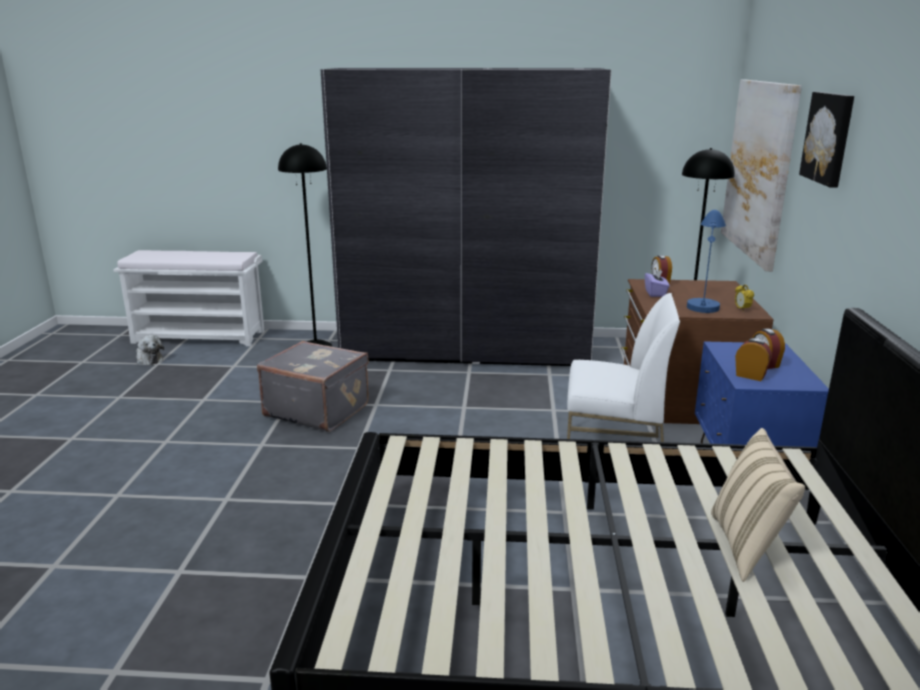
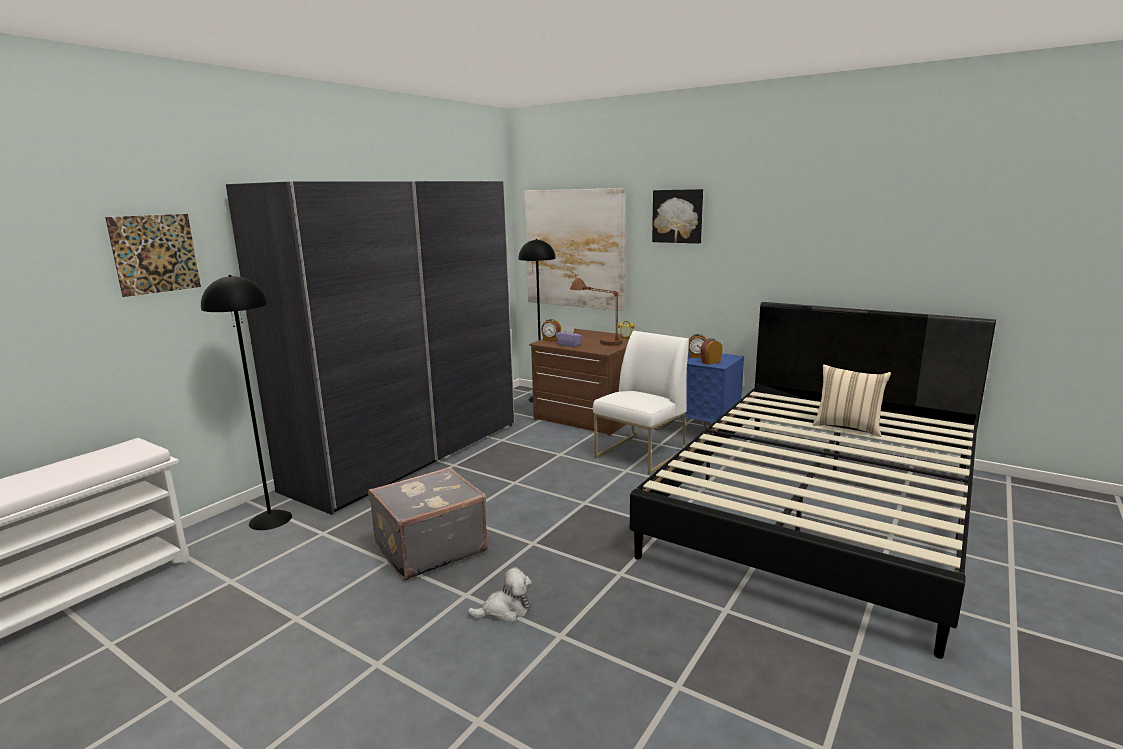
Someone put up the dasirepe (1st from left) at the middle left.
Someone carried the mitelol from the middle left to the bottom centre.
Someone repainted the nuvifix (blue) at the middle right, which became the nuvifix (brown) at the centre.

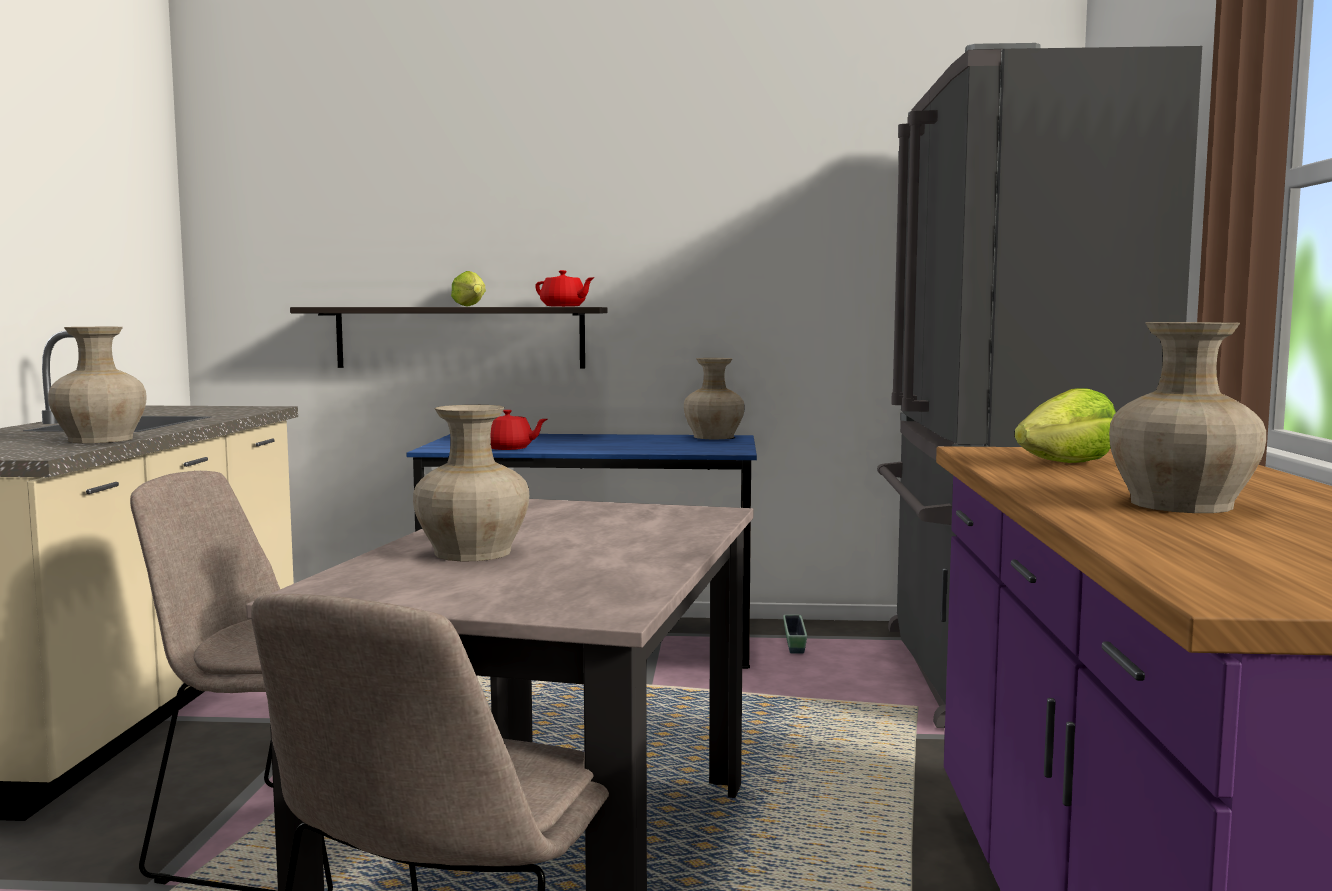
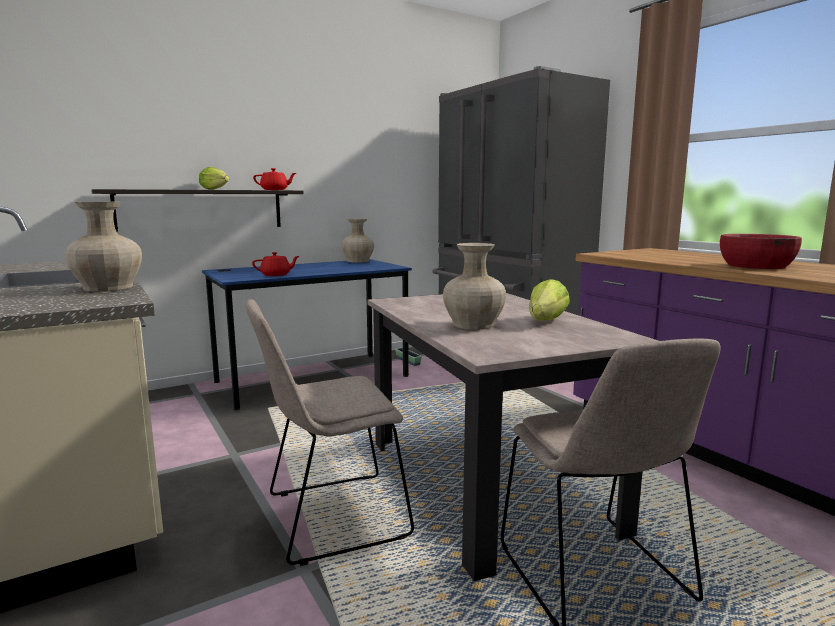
Someone carried the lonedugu (2nd from left) from the middle right to the centre.
Someone swapped the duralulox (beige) (4th from left) at the middle right for the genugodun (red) at the middle right.

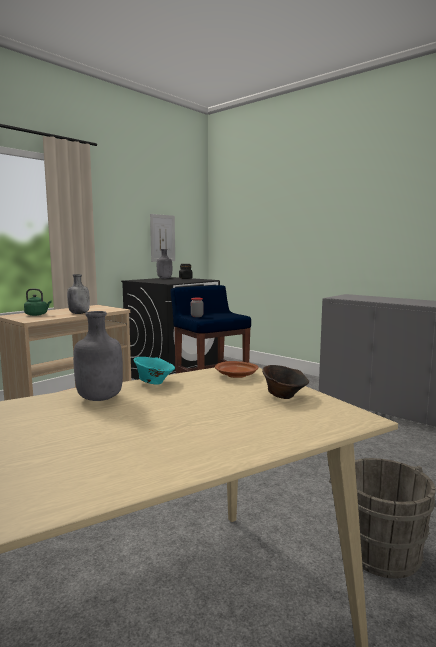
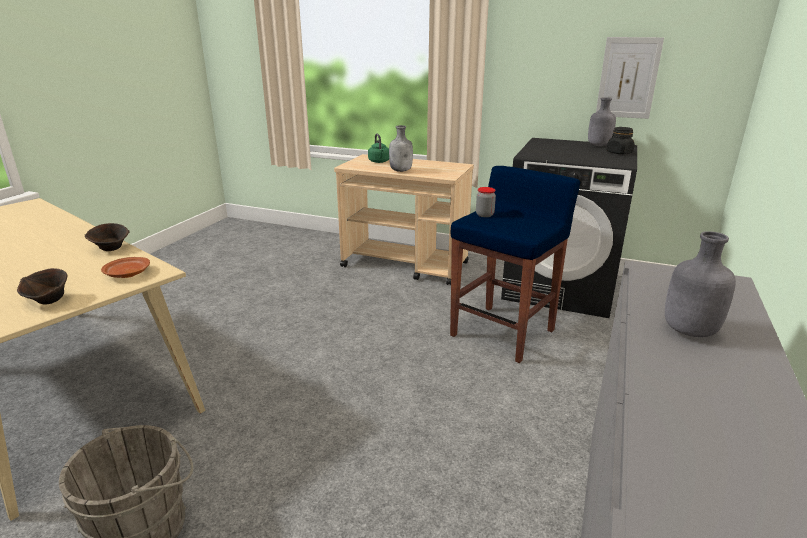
Someone repainted the genugodun (turquoise) at the centre, which became the genugodun (brown) (2nd from left) at the middle left.
Someone carried the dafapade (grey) (2nd from left in the first image) from the middle left to the middle right.

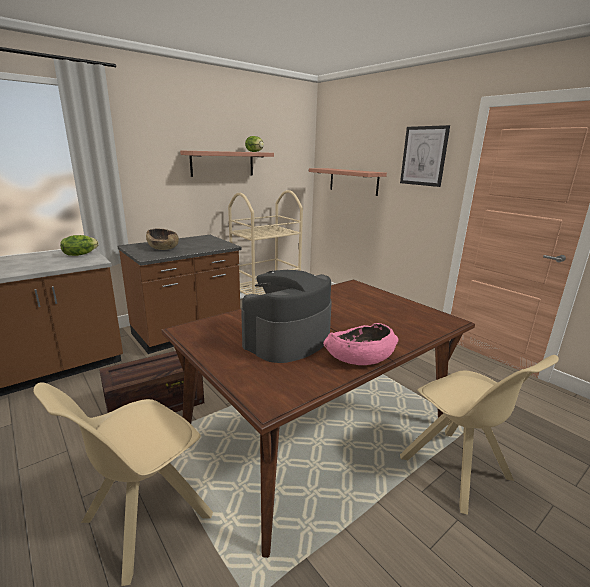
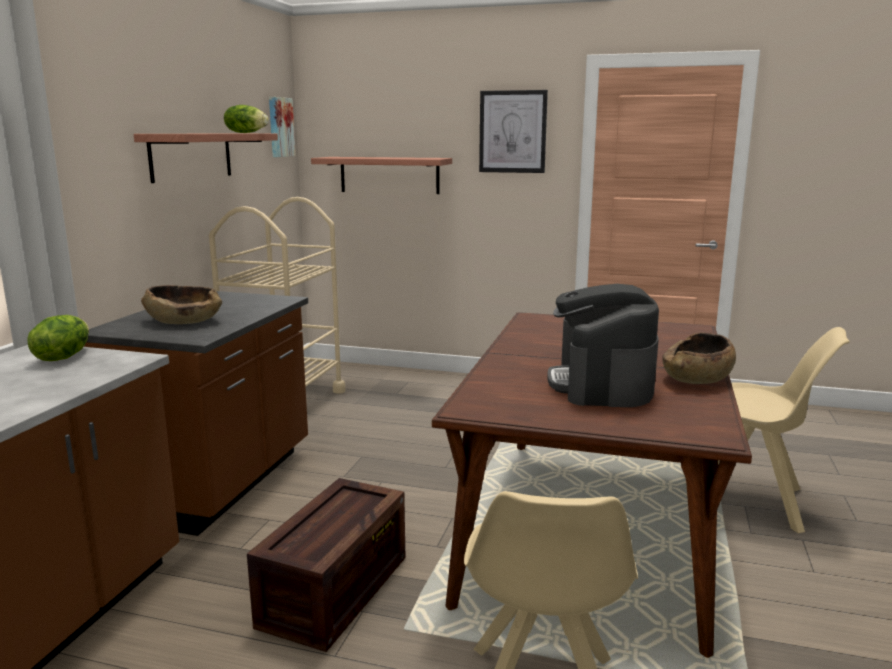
Someone put up the dasirepe (1st from left) at the top left.
Someone repainted the genugodun (pink) at the centre, which became the genugodun (brown) (2nd from left) at the middle right.

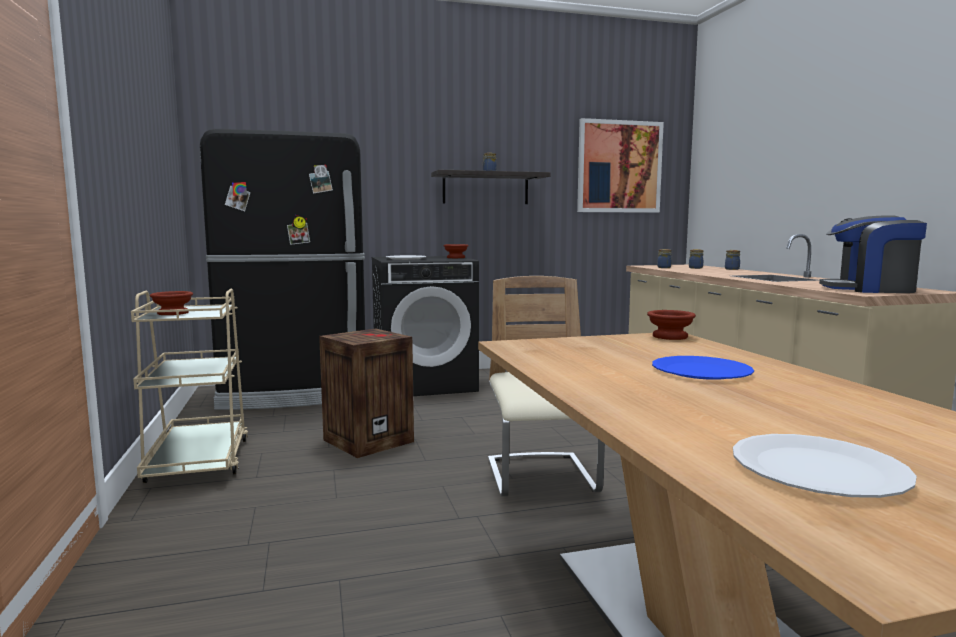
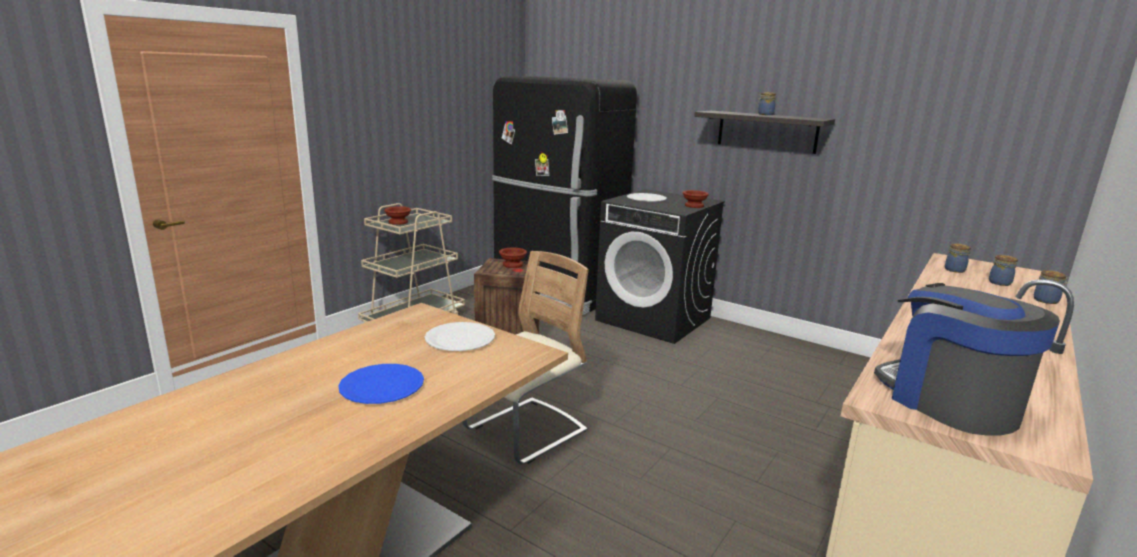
Someone carried the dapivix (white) (2nd from left in the first image) from the bottom right to the centre.
Someone carried the genugodun (brown) (3rd from left in the first image) from the middle right to the centre.
Someone took away the dasirepe at the top centre.

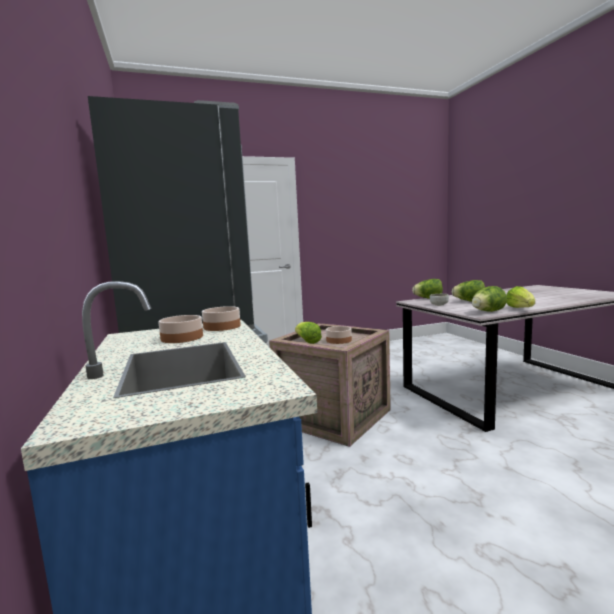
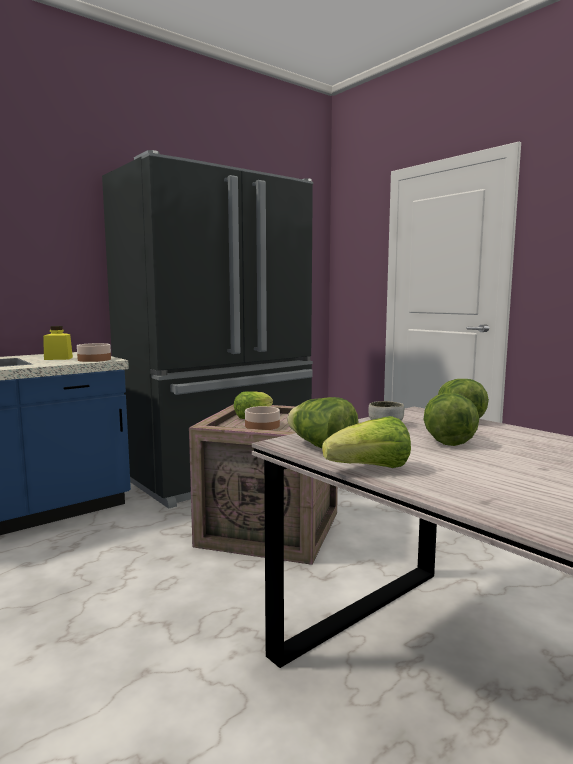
Someone swapped the genugodun (1st from left) at the middle left for the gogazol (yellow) at the middle left.

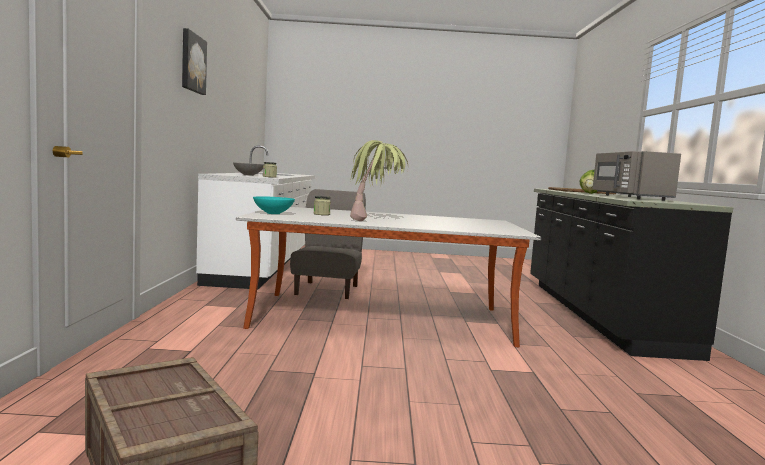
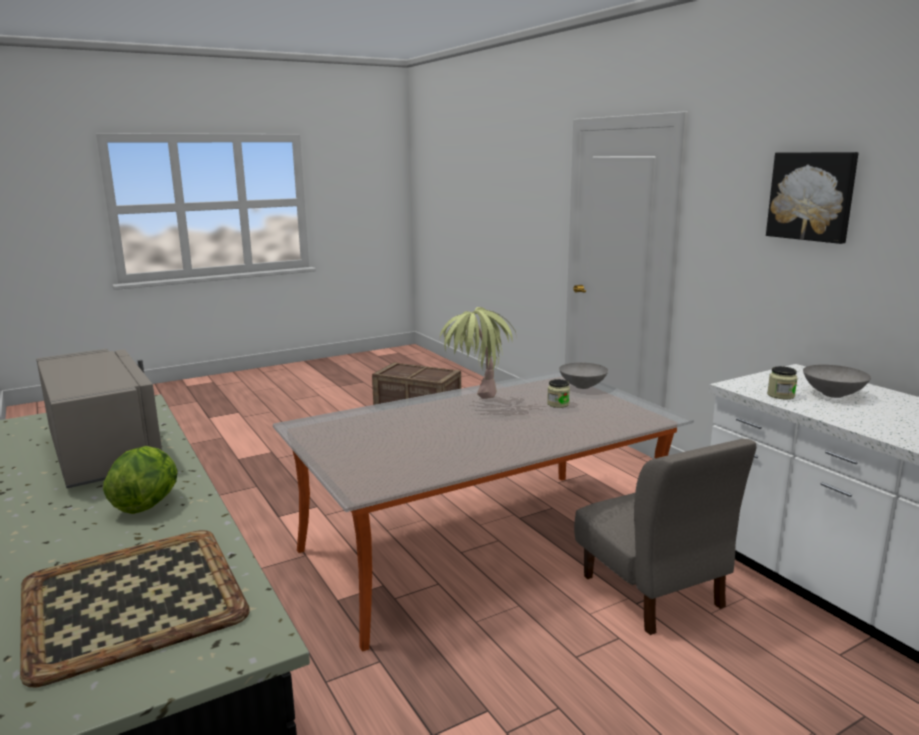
Someone repainted the genugodun (turquoise) at the centre, which became the genugodun (grey) (1st from left) at the centre.

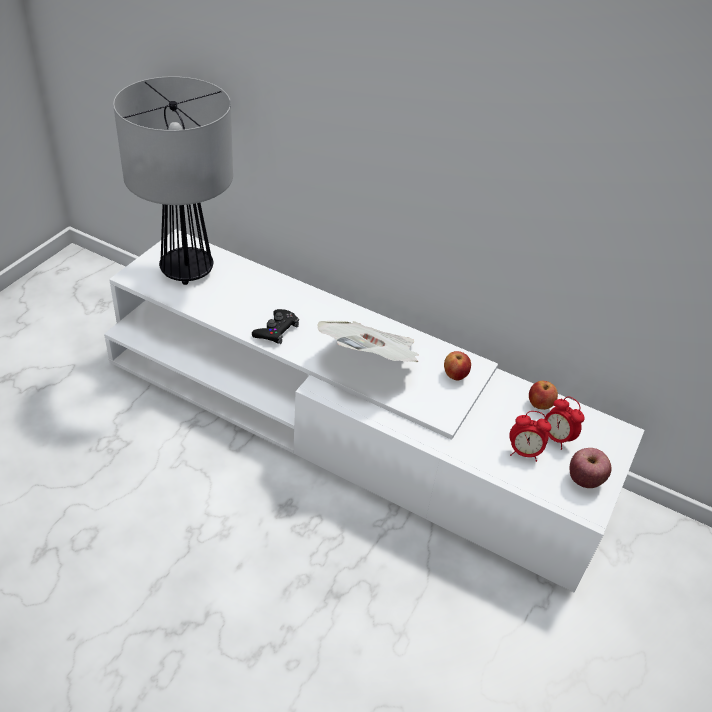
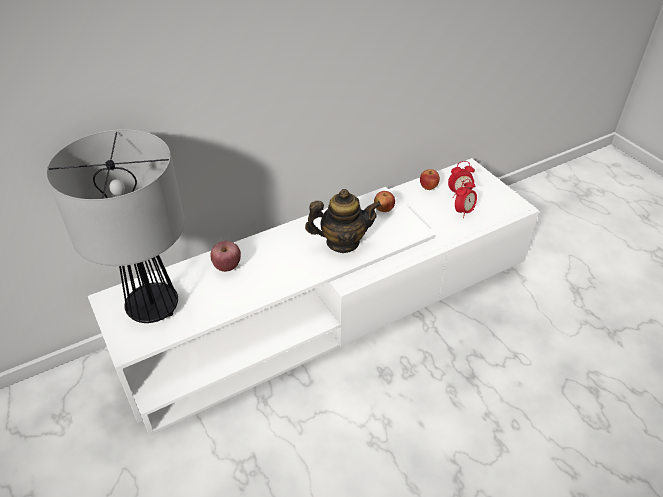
Someone carried the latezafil (3rd from left in the first image) from the middle right to the centre.
Someone swapped the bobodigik at the centre for the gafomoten at the centre.
Someone took away the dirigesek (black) at the centre.

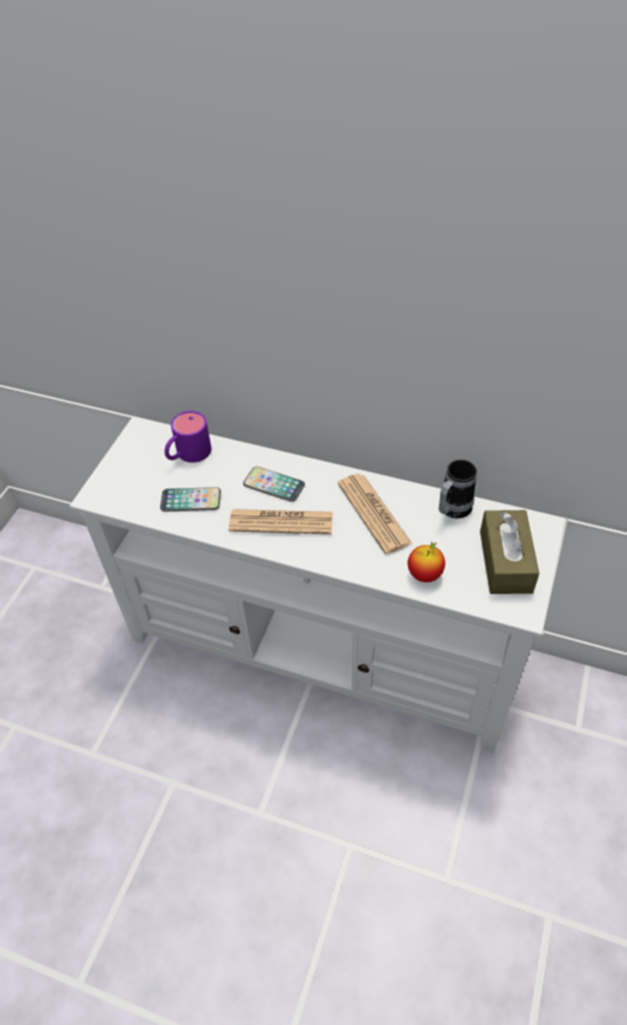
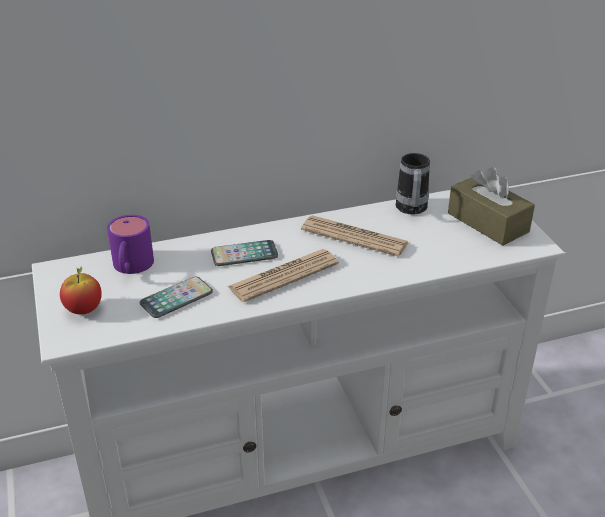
Someone carried the latezafil from the middle right to the middle left.

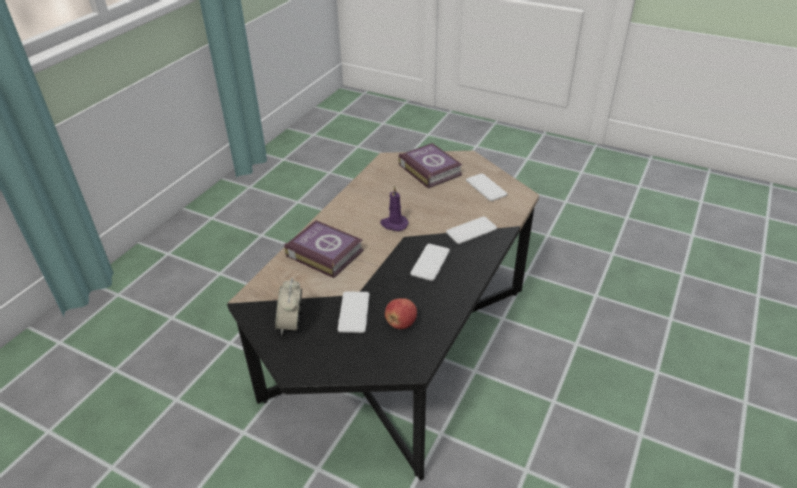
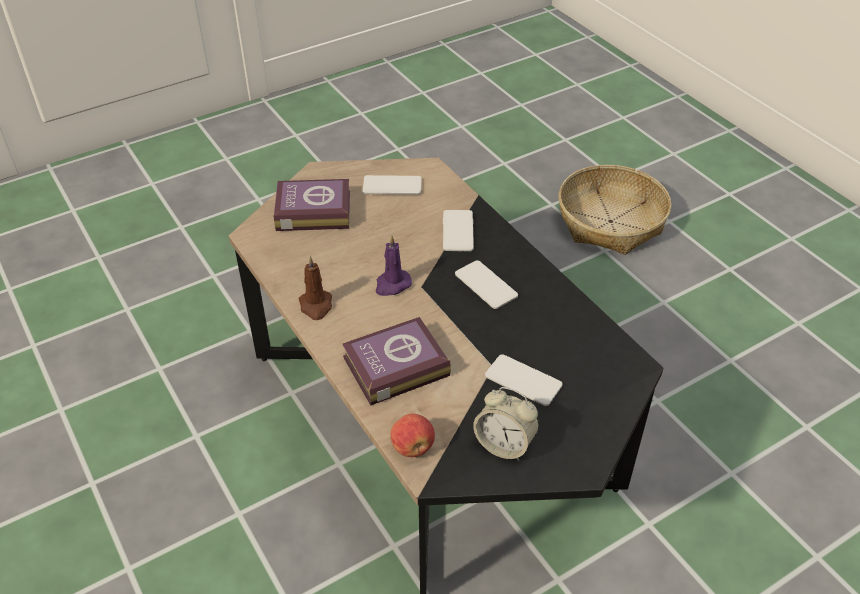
Someone put down the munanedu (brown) at the centre.
Someone carried the latezafil from the centre to the bottom centre.
Someone put down the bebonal at the middle right.

